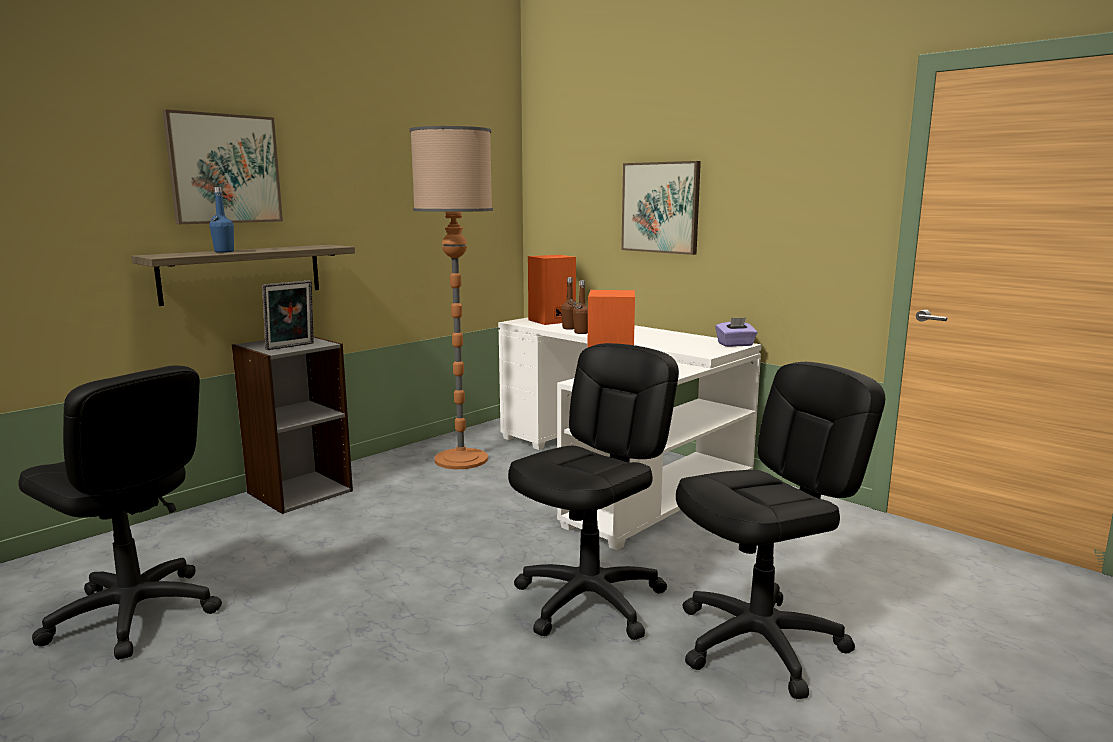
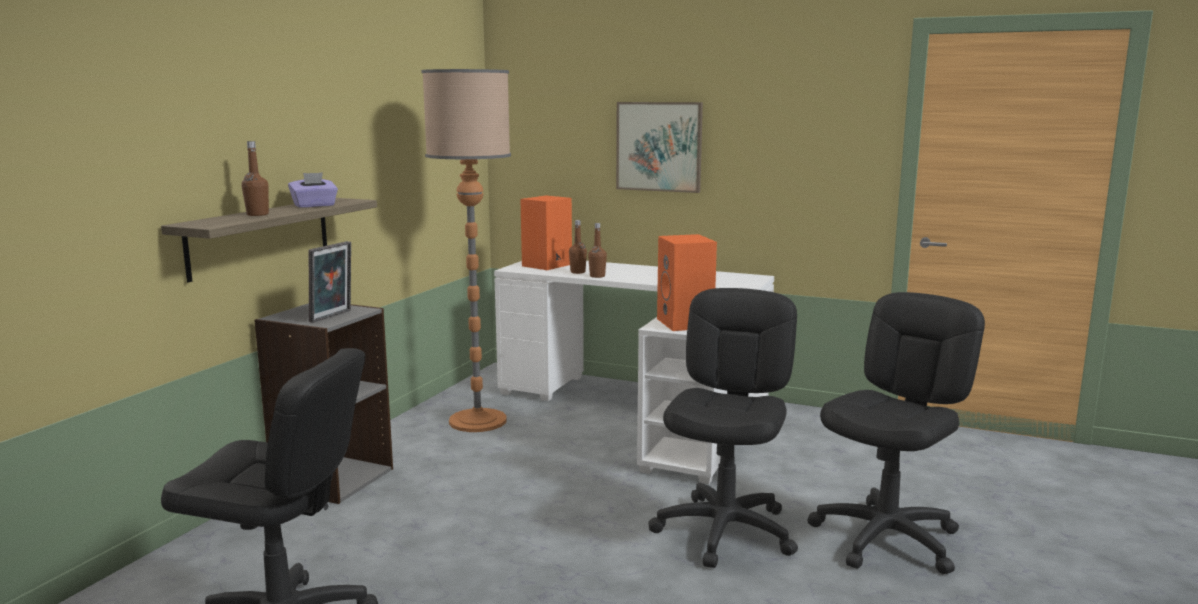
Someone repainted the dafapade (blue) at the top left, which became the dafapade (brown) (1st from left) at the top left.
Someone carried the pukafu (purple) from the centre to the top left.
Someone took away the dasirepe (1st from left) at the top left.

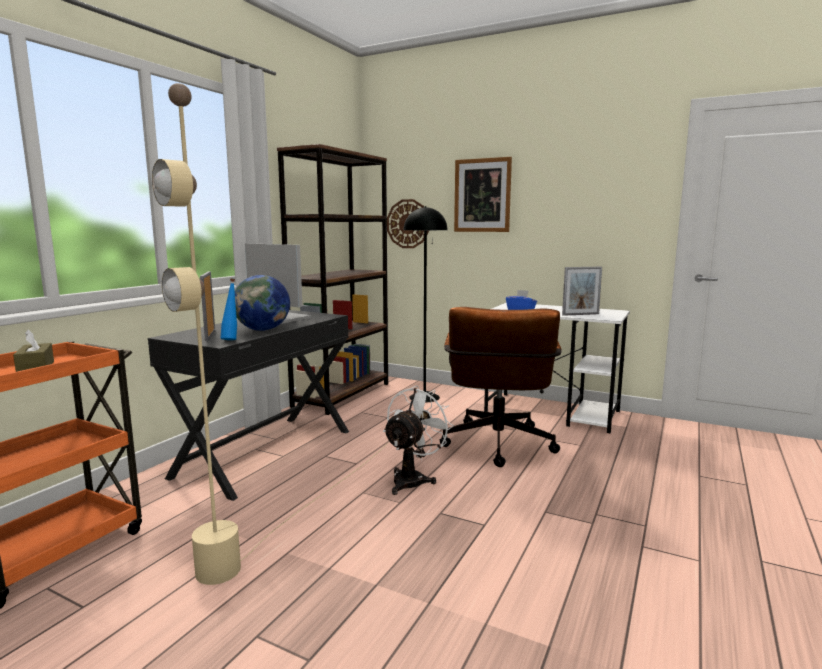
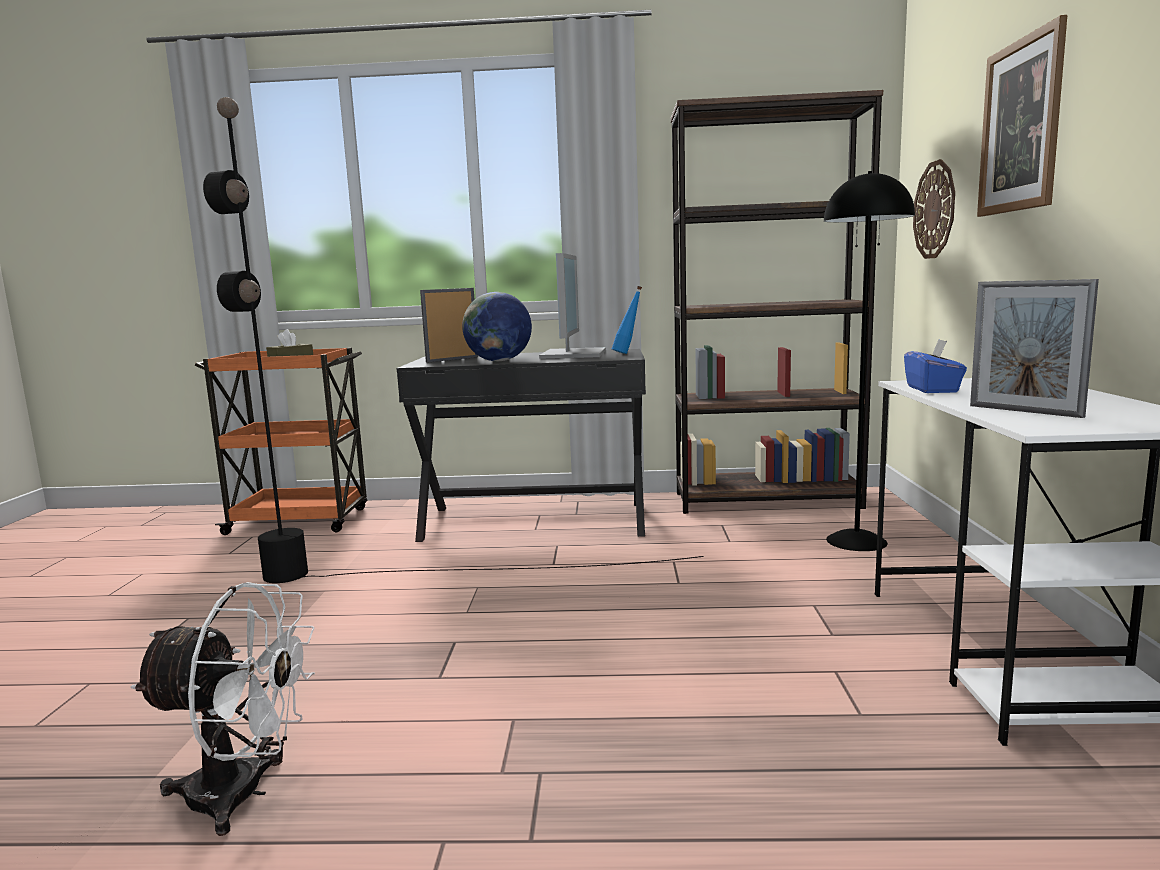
Someone carried the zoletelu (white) from the centre to the bottom left.
Someone repainted the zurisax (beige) at the middle left, which became the zurisax (black) (1st from left) at the centre.
Someone carried the dafapade (blue) from the middle left to the centre.
Someone took away the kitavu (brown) at the centre.

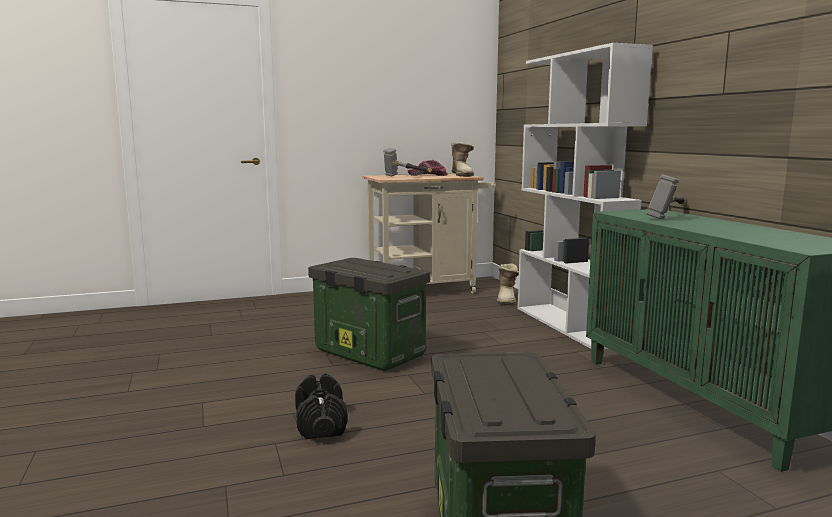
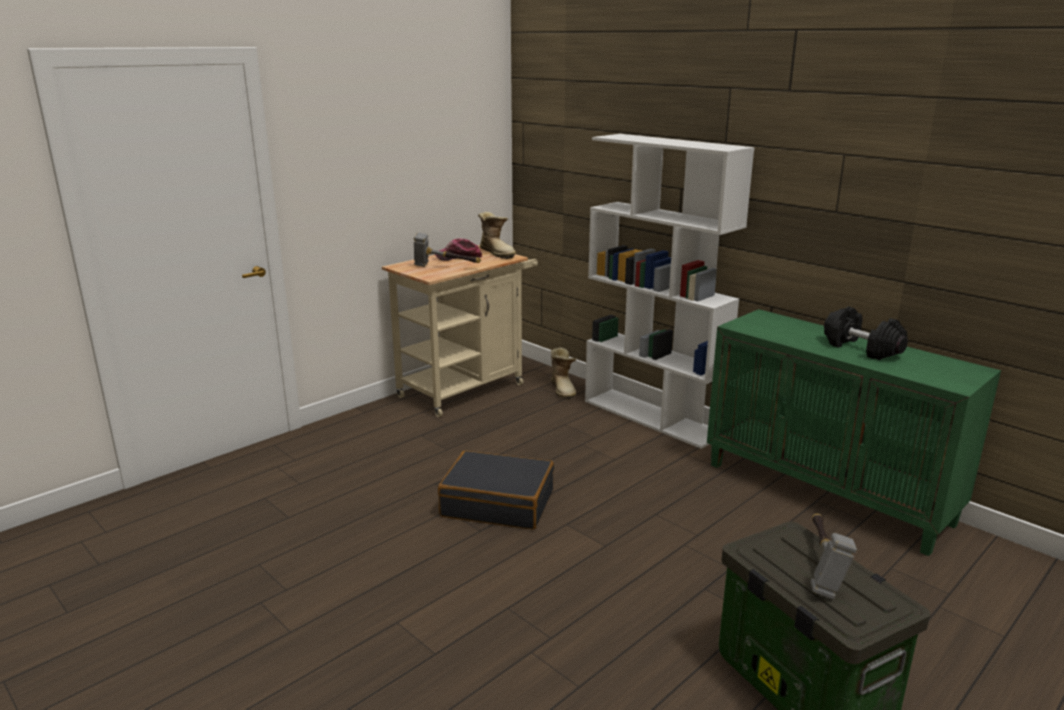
Someone swapped the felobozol (1st from left) at the centre for the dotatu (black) at the bottom centre.
Someone carried the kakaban (2nd from left) from the middle right to the bottom right.
Someone carried the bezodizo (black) from the bottom centre to the middle right.

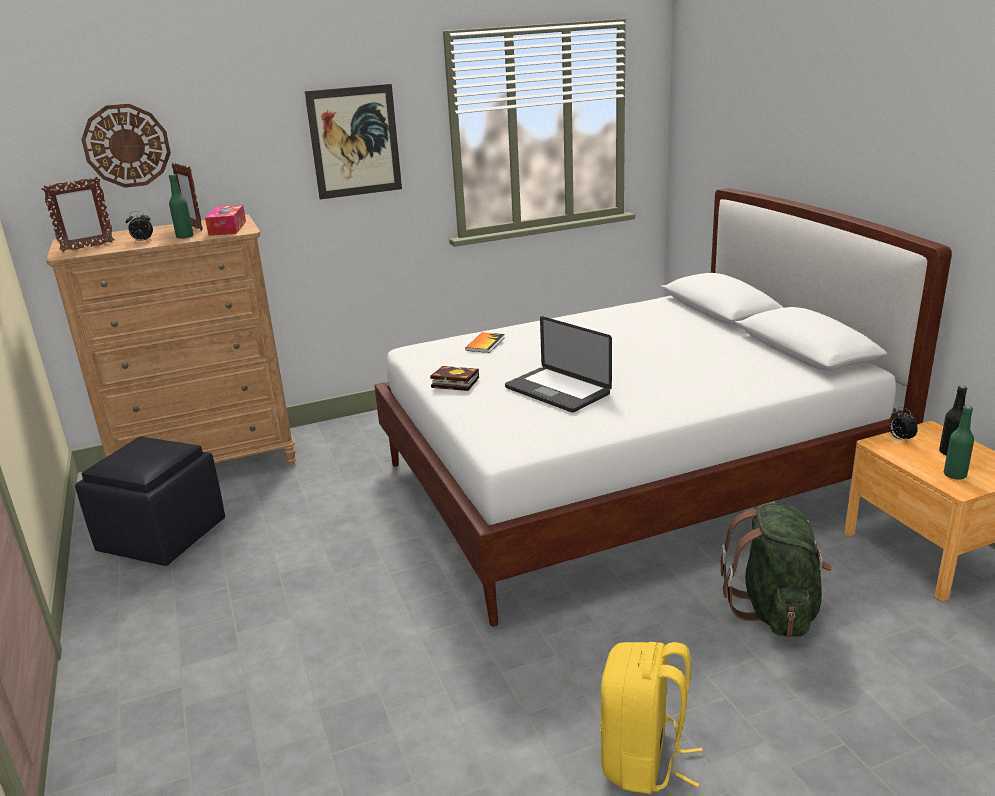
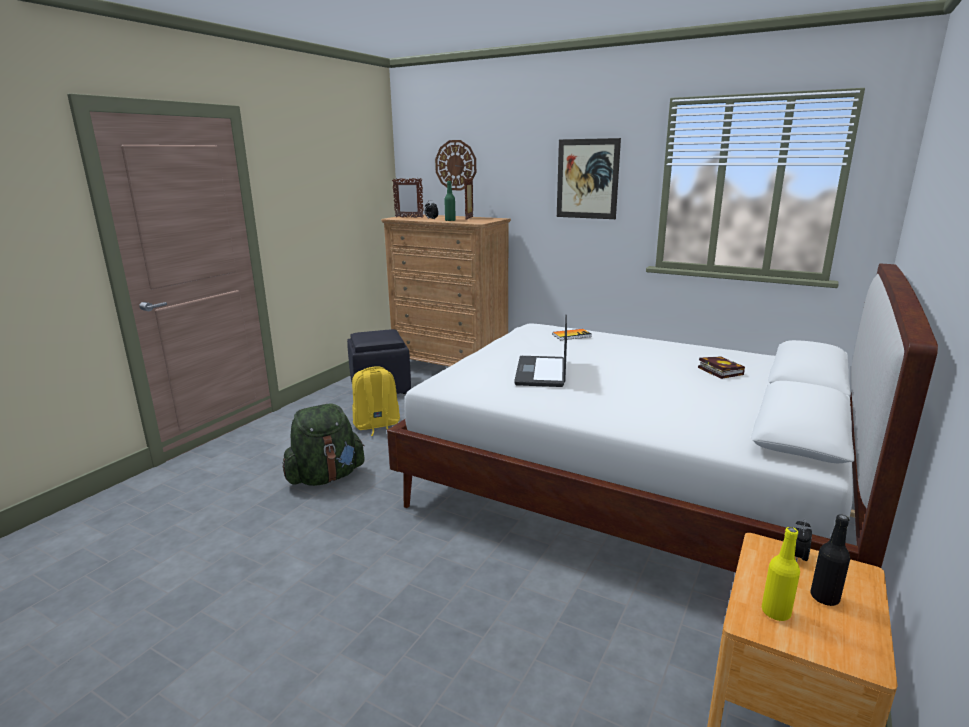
Someone carried the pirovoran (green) from the bottom right to the centre.
Someone carried the pirovoran (yellow) from the bottom centre to the centre.
Someone carried the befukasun (1st from left in the first image) from the centre to the middle right.
Someone repainted the dafapade (green) (2nd from left) at the middle right, which became the dafapade (yellow) at the bottom right.
Someone took away the pukafu at the top left.

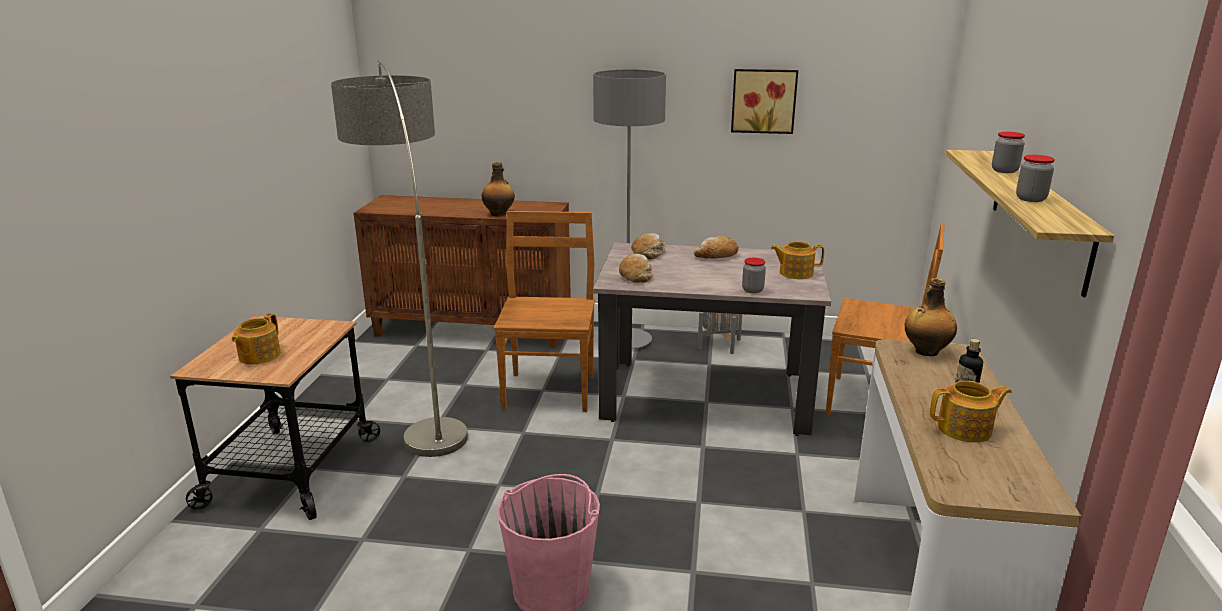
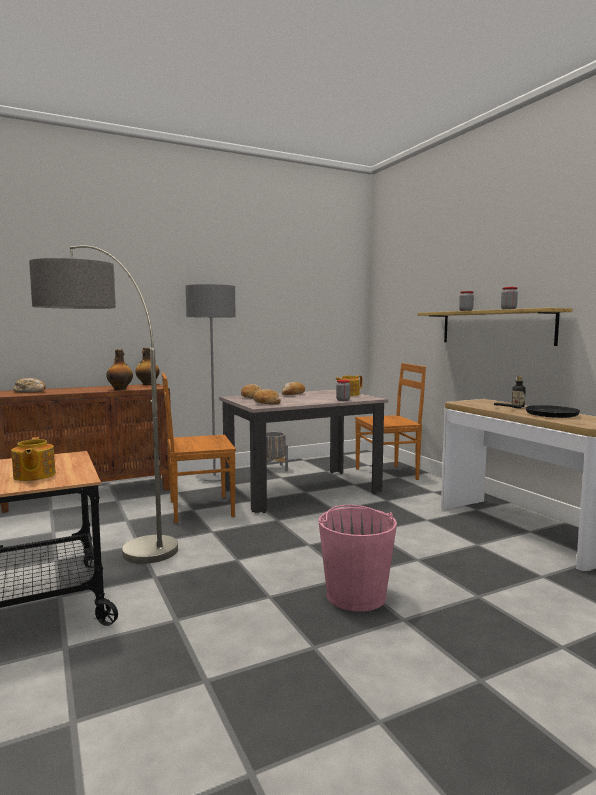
Someone put down the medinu (1st from left) at the middle left.
Someone carried the dafapade (2nd from left) from the middle right to the middle left.
Someone rotated the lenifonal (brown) (1st from left) at the centre by 75 degrees counterclockwise.
Someone swapped the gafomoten (3rd from left) at the bottom right for the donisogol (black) at the middle right.
Someone took away the dasirepe at the top centre.

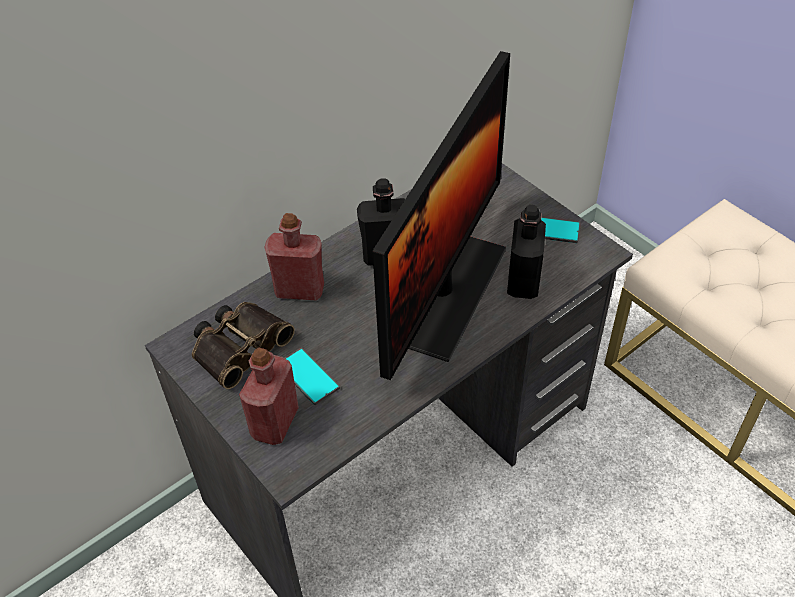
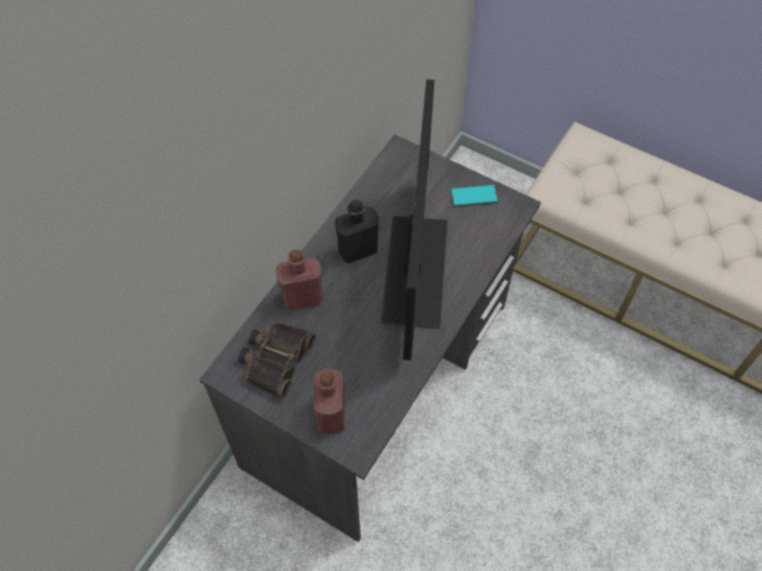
Someone took away the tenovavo (1st from left) at the centre.
Someone took away the dafapade (black) (2nd from left) at the centre.

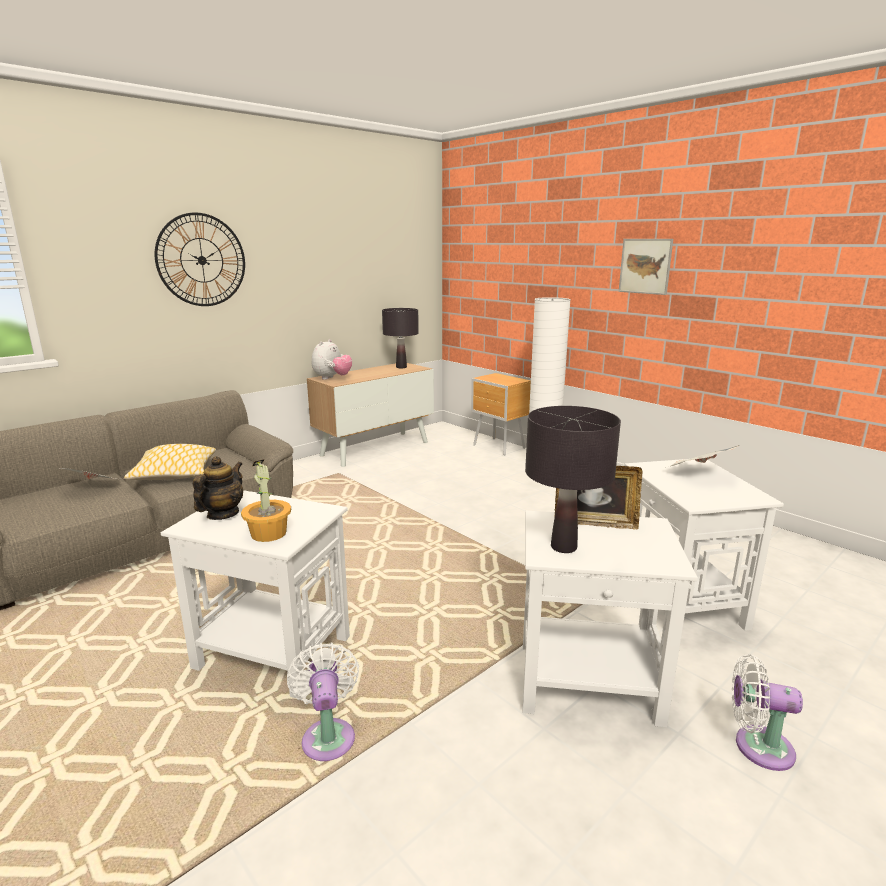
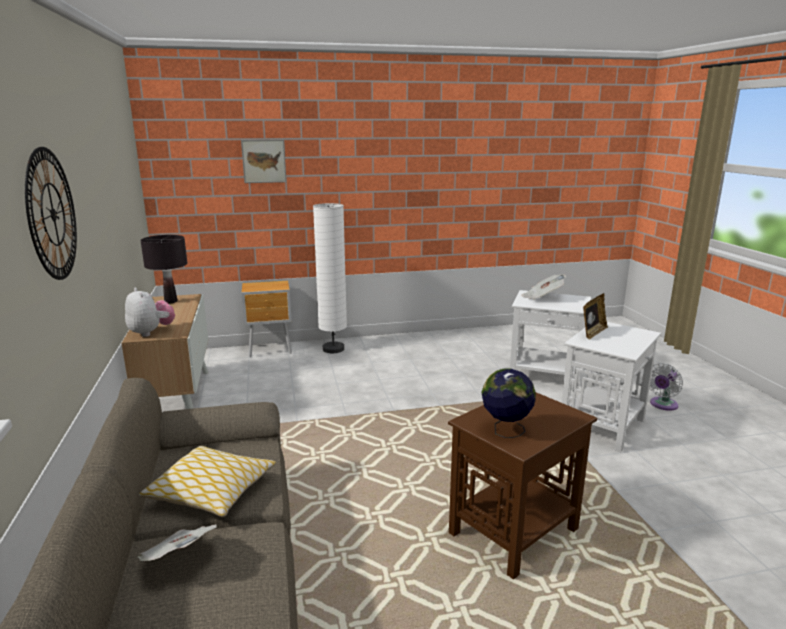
Someone carried the dasirepe from the top right to the top centre.
Someone repainted the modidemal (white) (1st from left) at the bottom left, which became the modidemal (brown) at the bottom centre.
Someone swapped the gafomoten at the middle left for the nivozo at the centre.
Someone took away the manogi at the middle left.
Someone took away the zoletelu (white) (1st from left) at the bottom centre.
Someone took away the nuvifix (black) (2nd from left) at the centre.

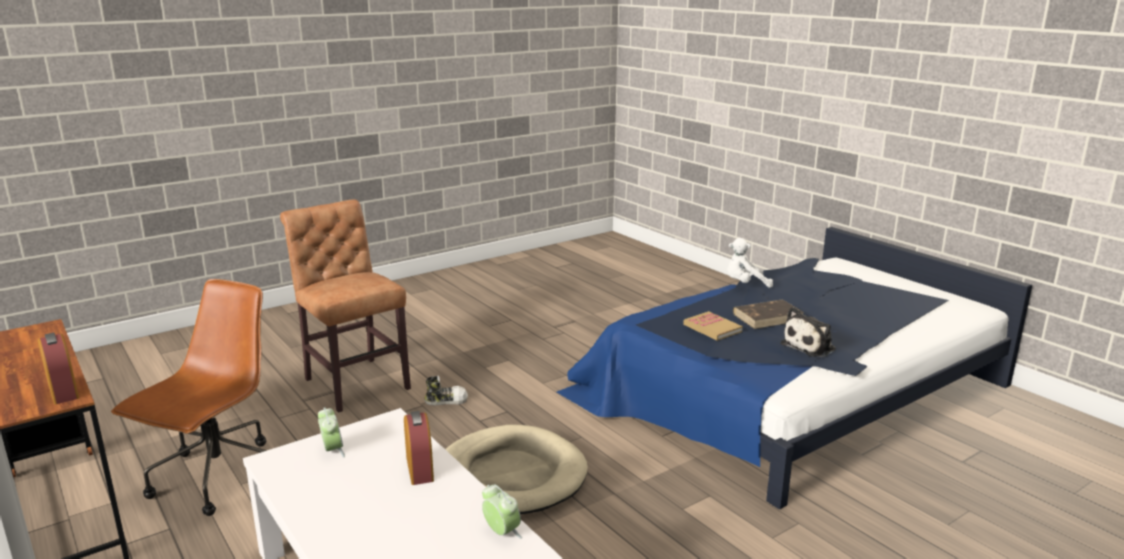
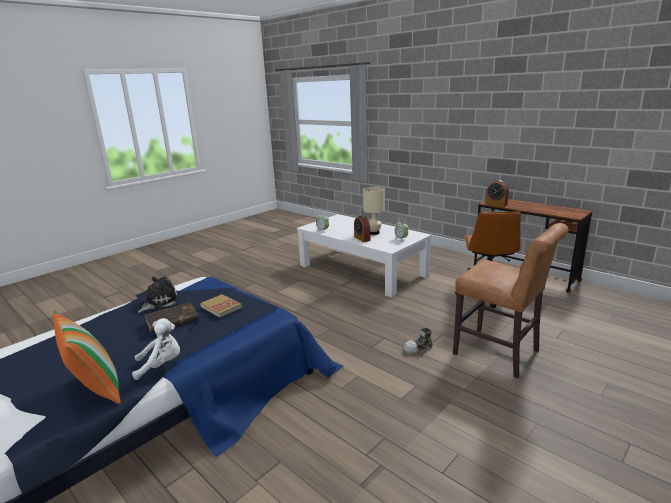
Someone put down the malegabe at the bottom left.
Someone put down the nuvifix (beige) at the centre.
Someone took away the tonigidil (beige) at the bottom centre.

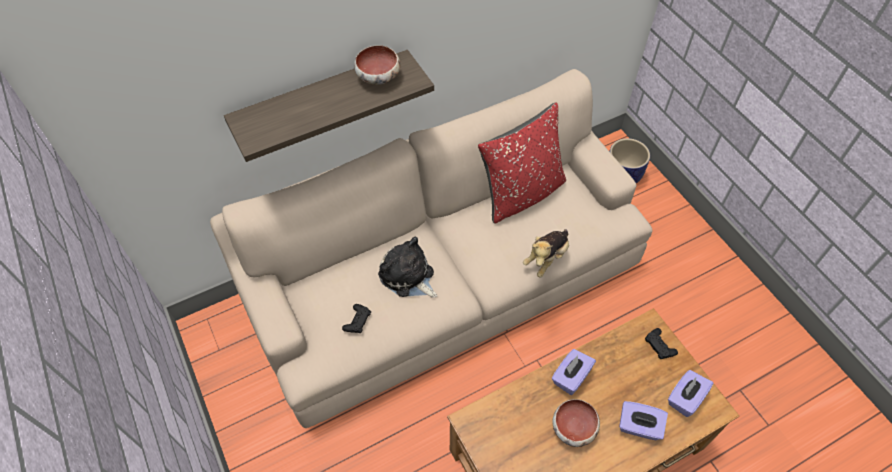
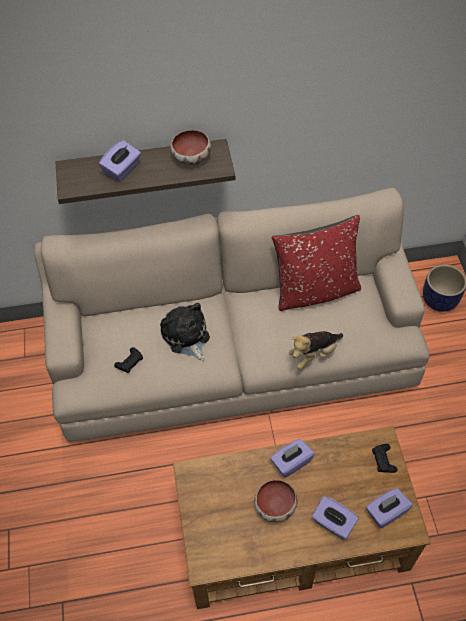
Someone put down the pukafu (purple) (1st from left) at the top left.

